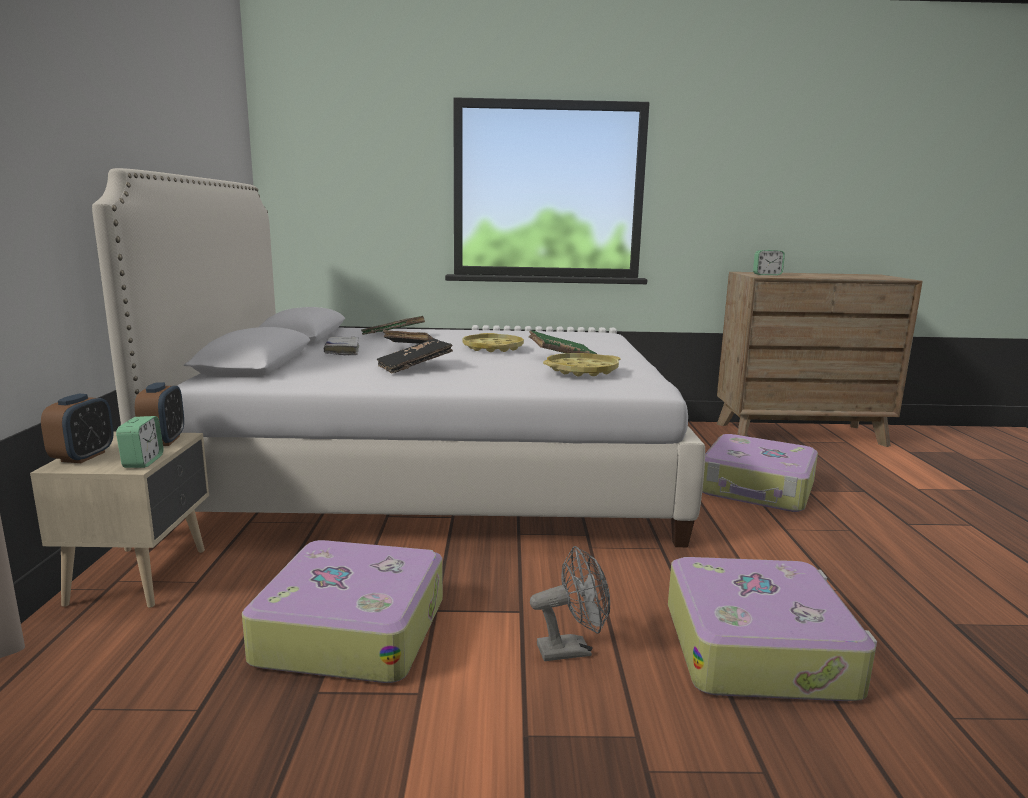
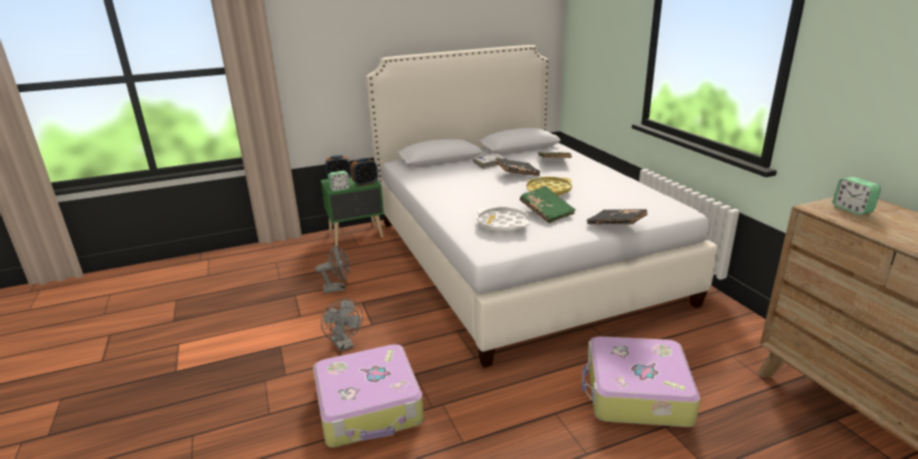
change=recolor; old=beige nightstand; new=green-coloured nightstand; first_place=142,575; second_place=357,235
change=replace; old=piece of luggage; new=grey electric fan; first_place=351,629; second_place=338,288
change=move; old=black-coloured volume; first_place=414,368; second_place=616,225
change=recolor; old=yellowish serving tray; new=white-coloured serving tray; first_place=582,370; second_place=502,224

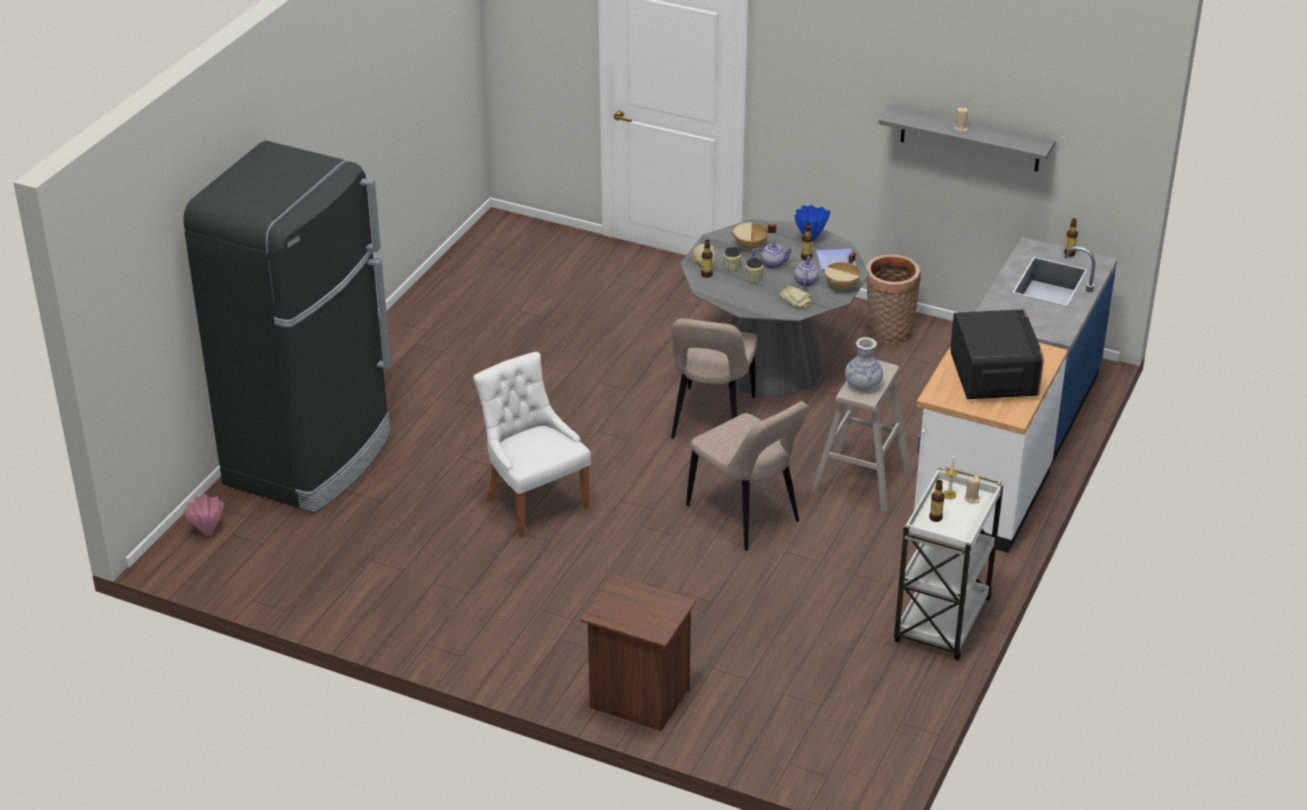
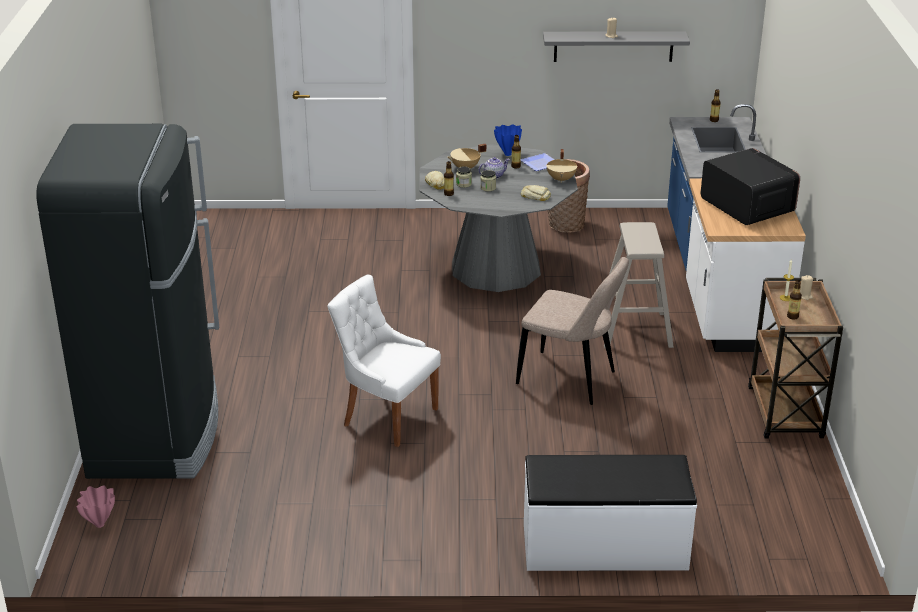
change=replace; old=brown nightstand; new=white-coloured long seat; first_place=638,700; second_place=604,547
change=delete; old=beige upright chair; first_place=711,420
change=delete; old=pot for tea; first_place=805,282
change=delete; old=vase; first_place=863,385
change=recolor; old=white-coloured trolley; new=brown trolley; first_place=942,622; second_place=785,414

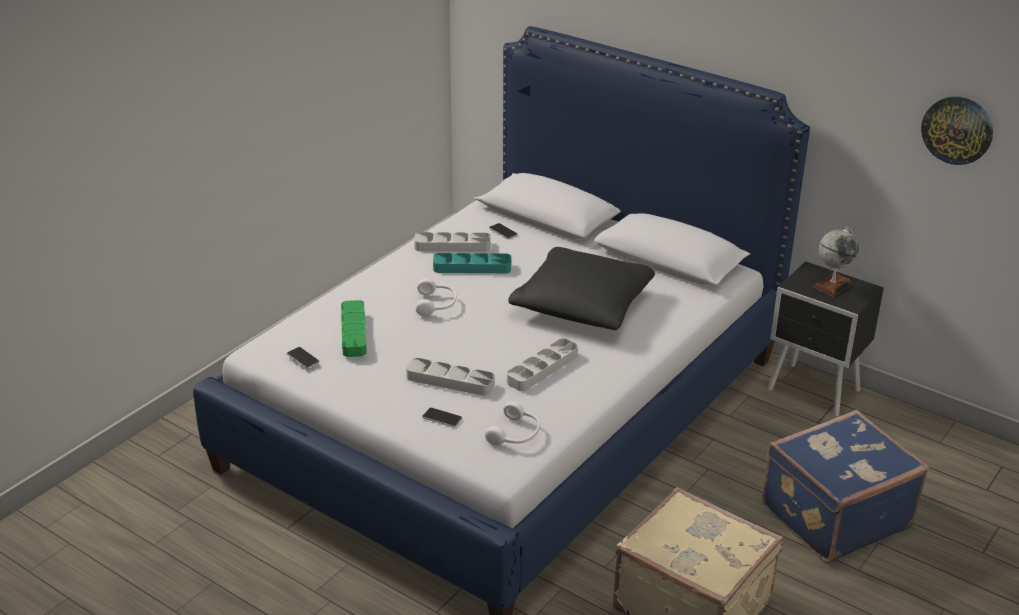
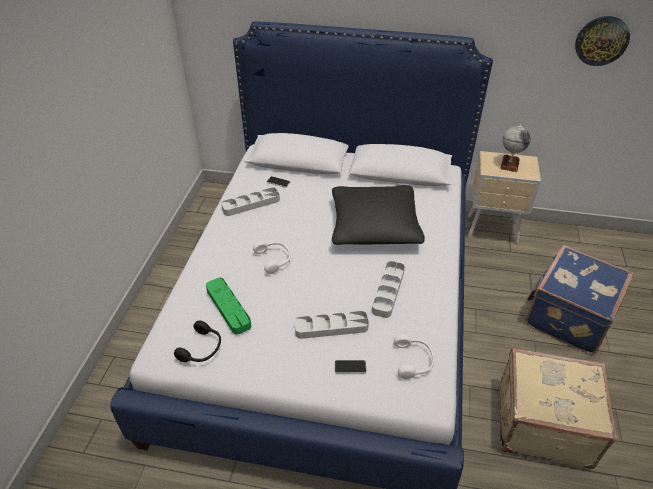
change=replace; old=phone; new=black-coloured pair of headphones; first_place=303,358; second_place=202,349
change=delete; old=turquoise-coloured serving tray; first_place=472,267
change=recolor; old=black-coloured nightstand; new=beige nightstand; first_place=814,392; second_place=493,230

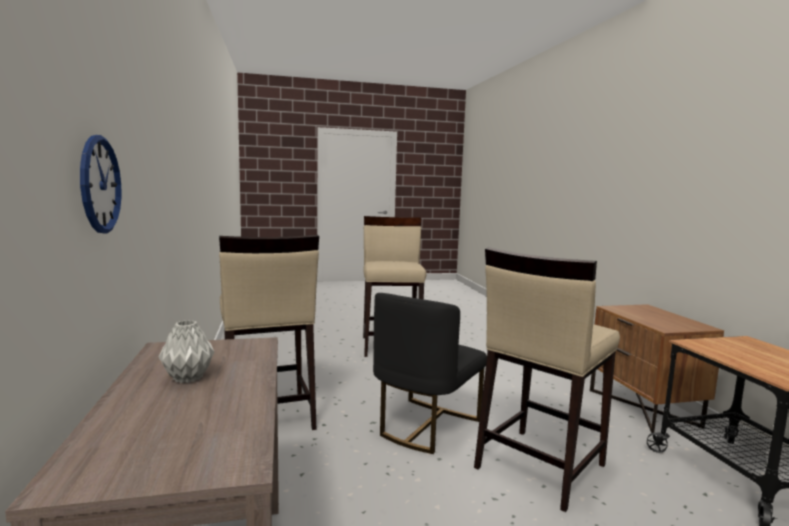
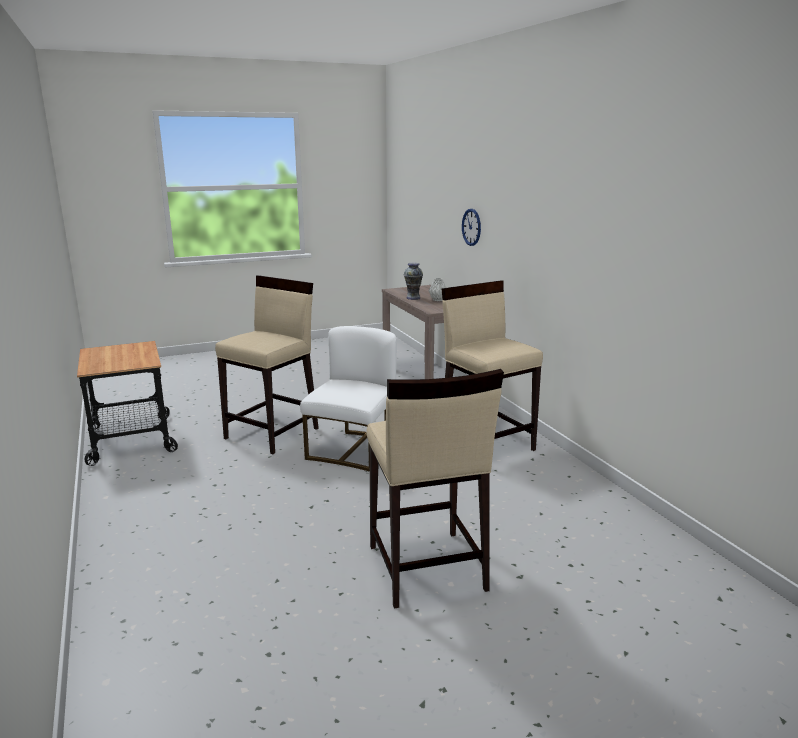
change=recolor; old=black-coloured upright chair; new=white-coloured upright chair; first_place=425,426; second_place=353,450
change=delete; old=brown nightstand; first_place=644,408
change=insert; new=vase; second_place=413,298

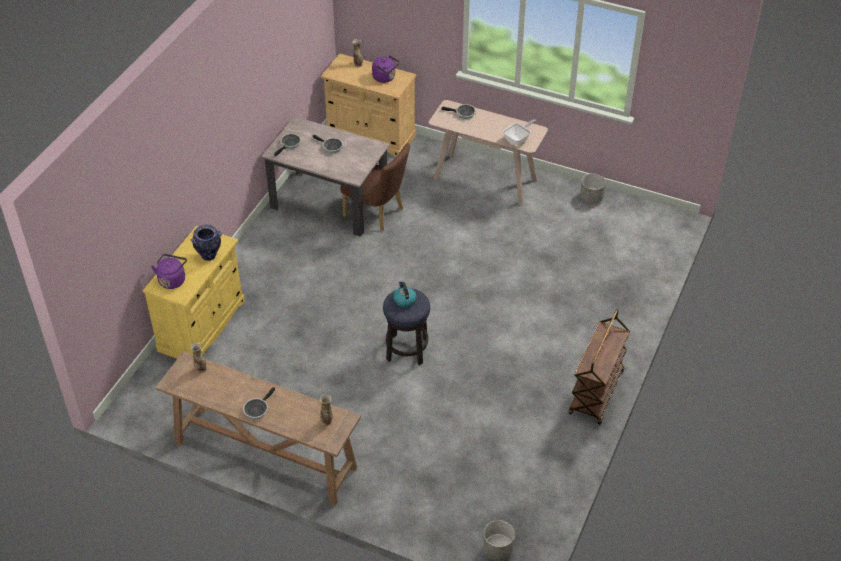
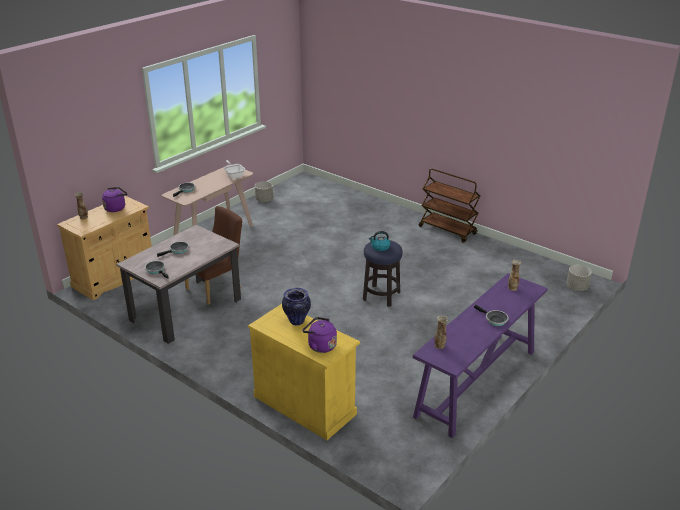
change=recolor; old=brown console table; new=purple console table; first_place=264,455; second_place=476,383

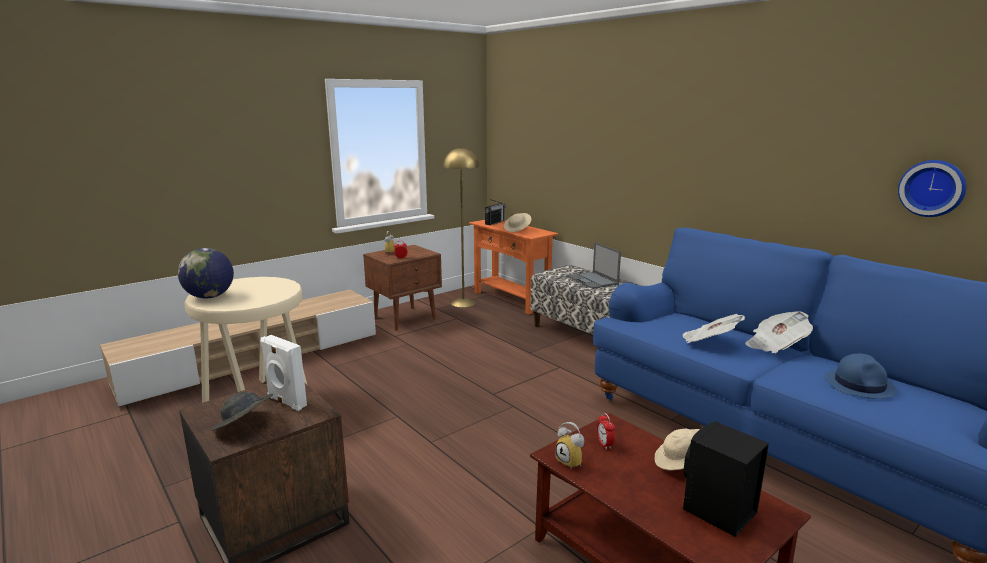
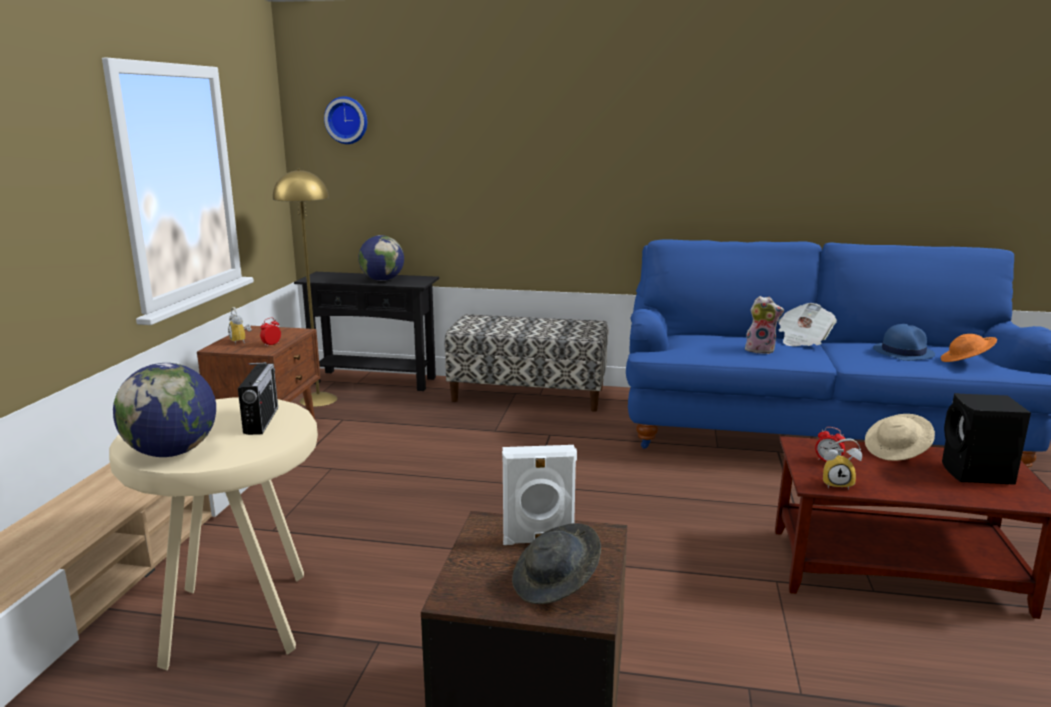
change=recolor; old=orange-coloured console table; new=black-coloured console table; first_place=511,299; second_place=374,380
change=move; old=radio; first_place=494,222; second_place=261,421
change=replace; old=beige hat; new=world globe; first_place=517,229; second_place=382,280
change=delete; old=portable computer; first_place=593,280
change=replace; old=printed paper; new=soft toy; first_place=709,342; second_place=760,350
change=move; old=clock on the wall; first_place=932,188; second_place=347,120
change=insert; new=orange-coloured hat; second_place=966,362

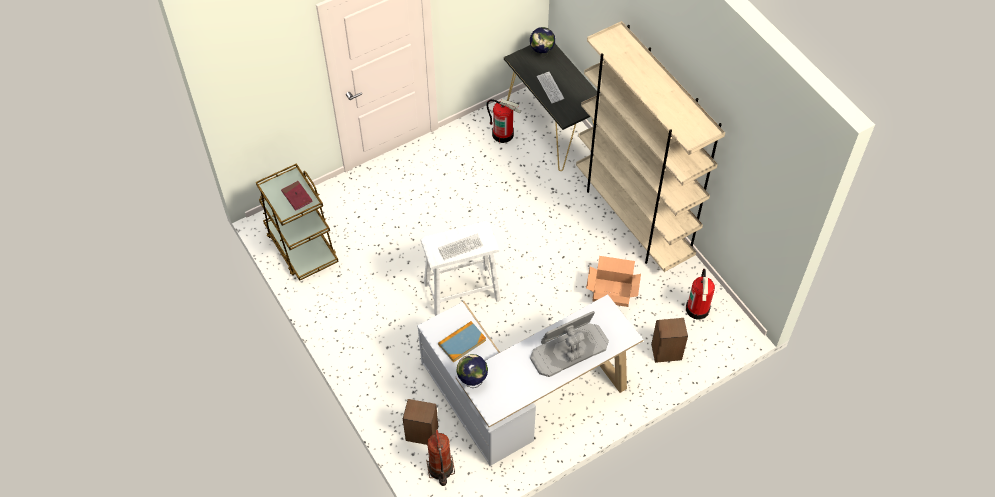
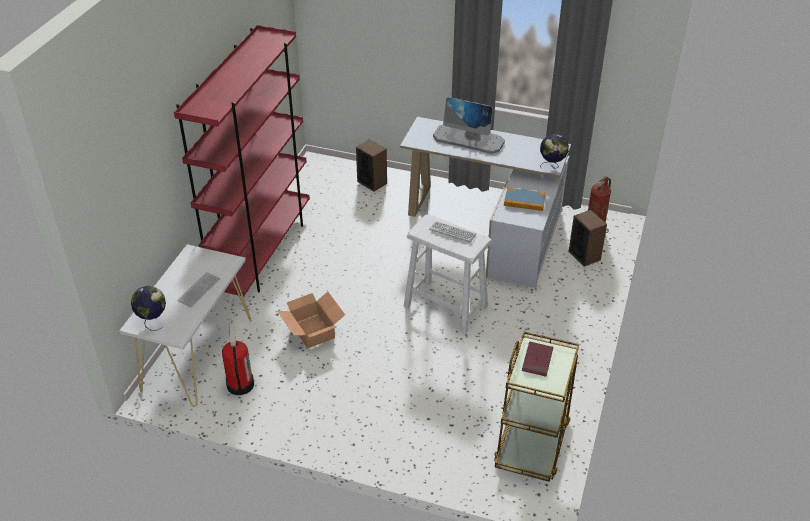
change=recolor; old=black-coloured console table; new=white-coloured console table; first_place=553,127; second_place=198,354
change=recolor; old=beige shelving unit; new=red shelving unit; first_place=633,218; second_place=262,253
change=move; old=cardboard box; first_place=612,293; second_place=313,330
change=delete; old=fire-fighting cylinder; first_place=698,309

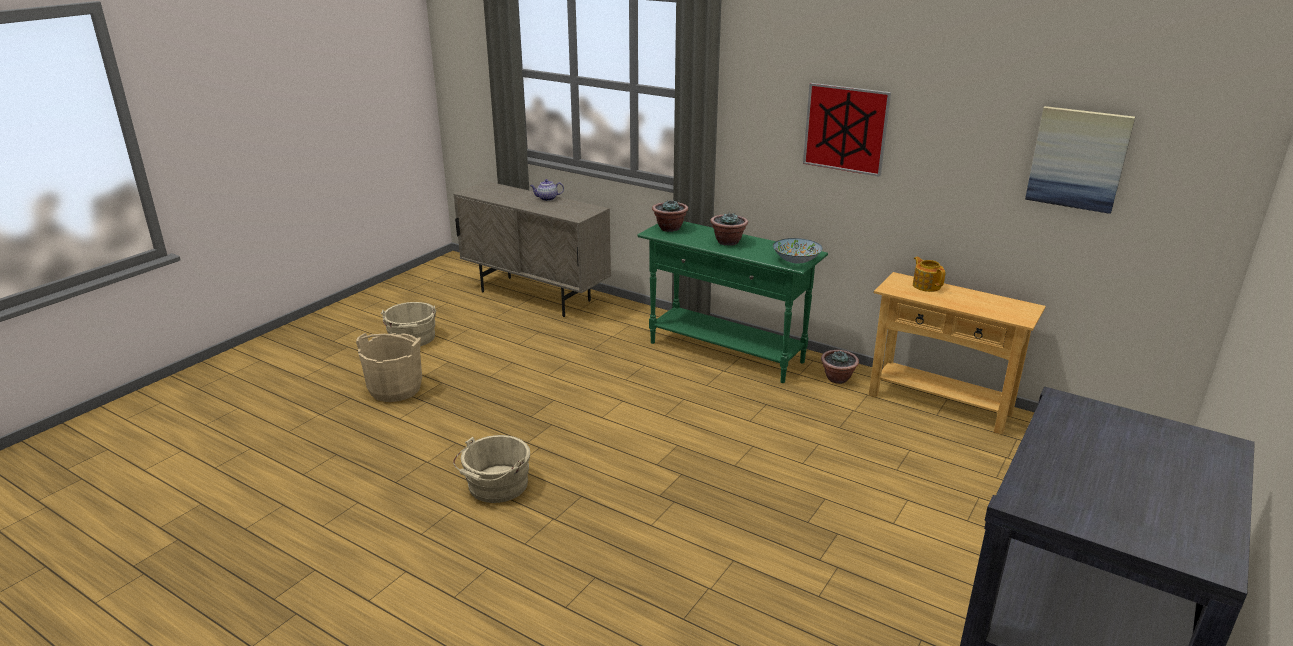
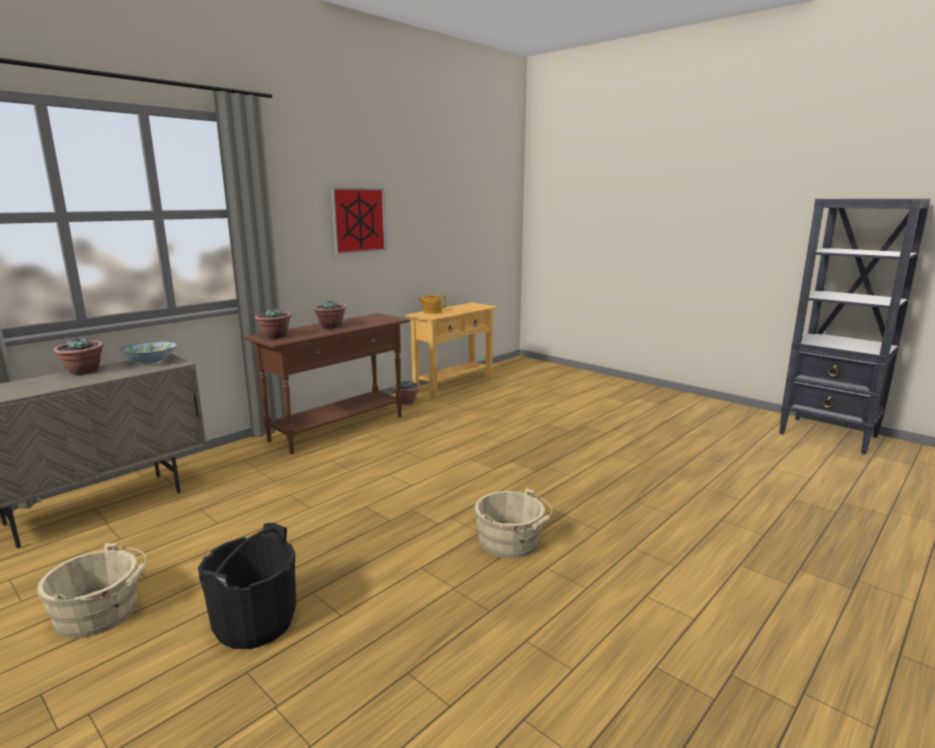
change=recolor; old=beige water bucket; new=black-coloured water bucket; first_place=395,389; second_place=255,623
change=replace; old=pot for tea; new=houseplant; first_place=547,198; second_place=83,372
change=recolor; old=green-coloured console table; new=brown console table; first_place=726,353; second_place=339,428
change=move; old=serving bowl; first_place=796,261; second_place=151,362
change=delete; old=wall art; first_place=1078,159

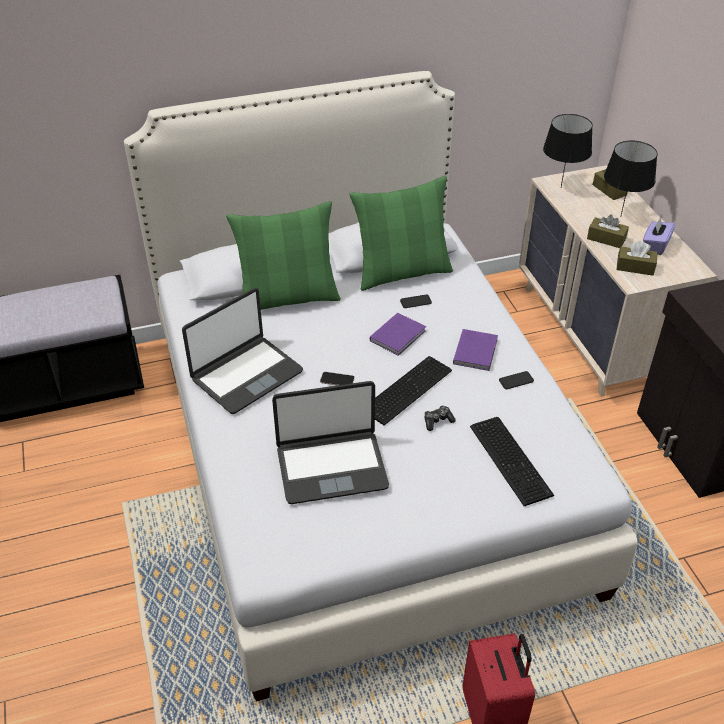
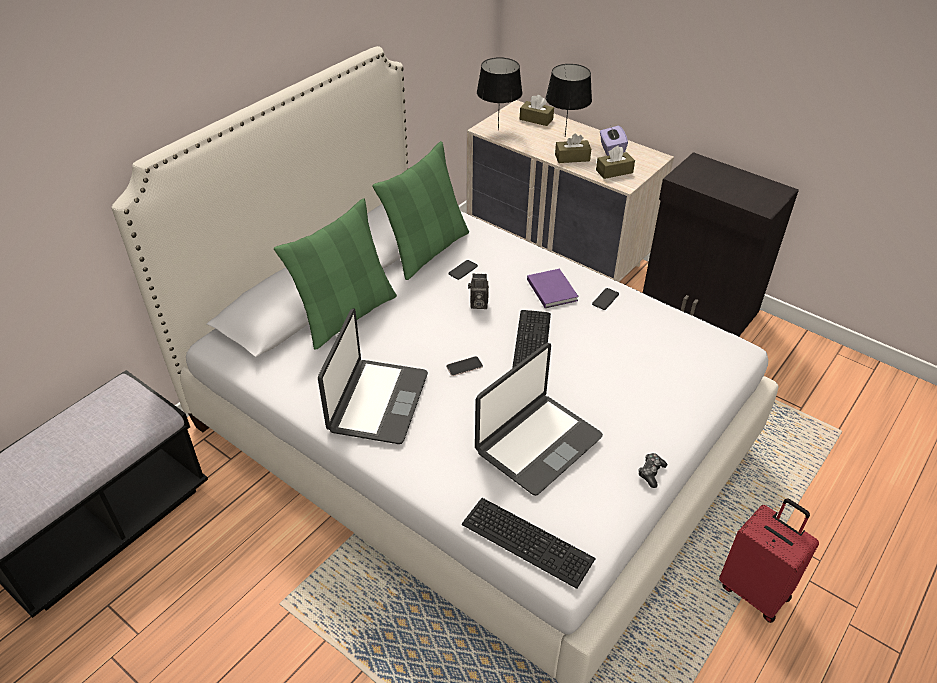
change=replace; old=purple volume; new=still camera; first_place=399,335; second_place=477,304
change=move; old=gamepad; first_place=437,421; second_place=651,473
change=move; old=computer keyboard; first_place=511,458; second_place=527,539

